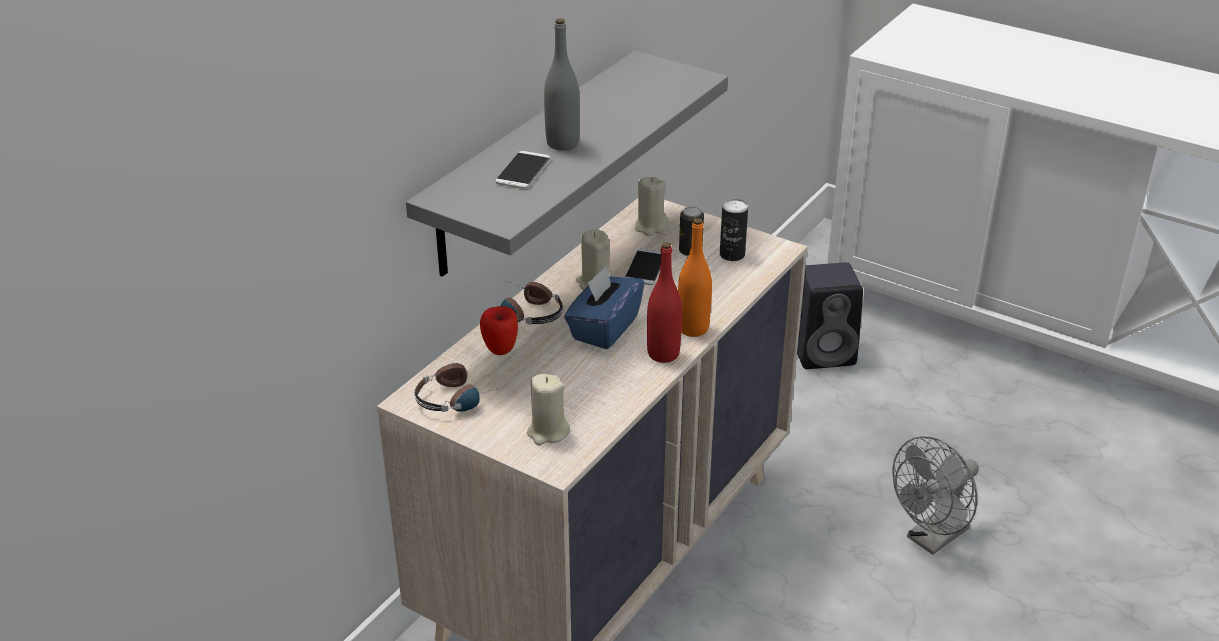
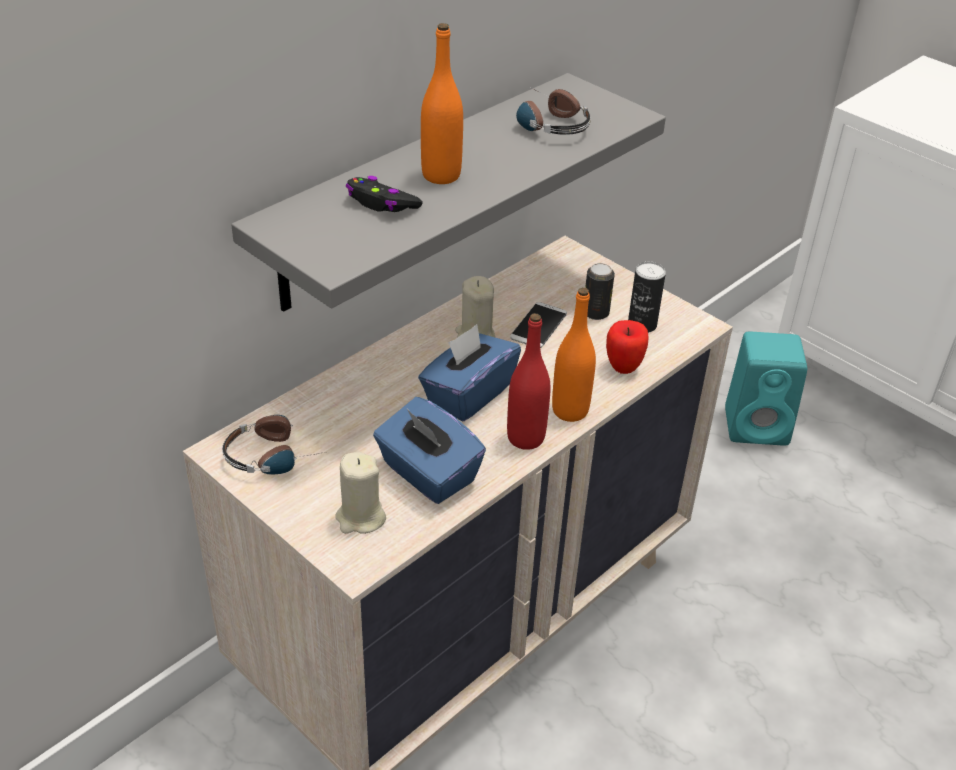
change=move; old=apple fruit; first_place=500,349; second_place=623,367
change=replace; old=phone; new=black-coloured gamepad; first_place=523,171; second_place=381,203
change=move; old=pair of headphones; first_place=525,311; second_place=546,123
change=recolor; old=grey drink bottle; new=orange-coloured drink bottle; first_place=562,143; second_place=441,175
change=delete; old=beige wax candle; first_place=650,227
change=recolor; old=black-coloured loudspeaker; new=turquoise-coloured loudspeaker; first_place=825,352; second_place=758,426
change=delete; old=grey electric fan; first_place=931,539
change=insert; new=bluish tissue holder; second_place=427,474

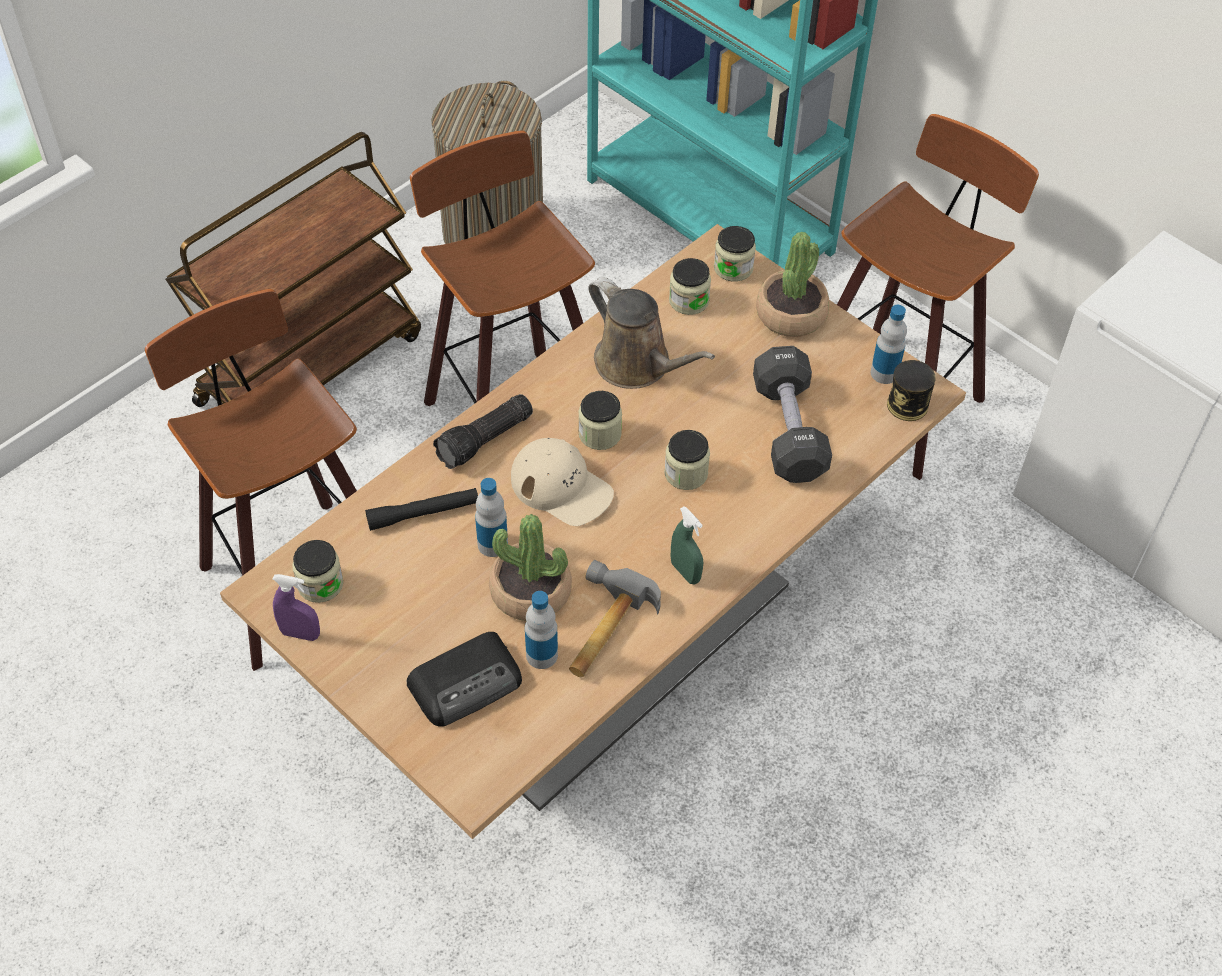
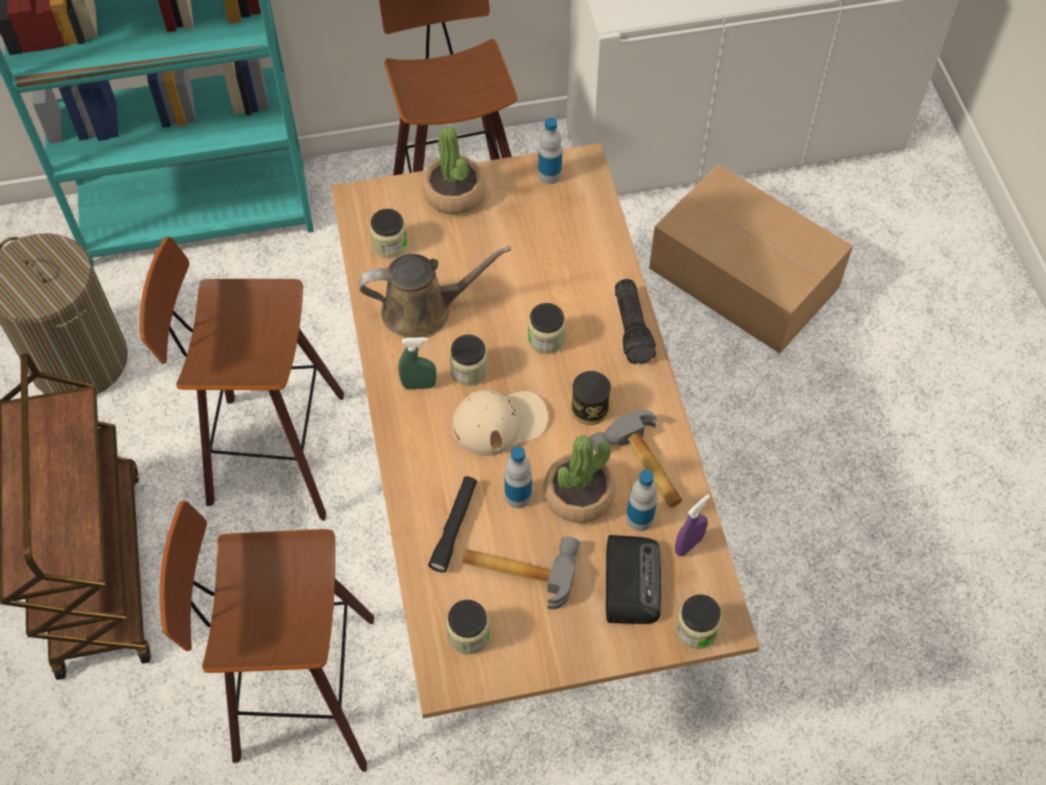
change=move; old=purple hand sprayer; first_place=300,634; second_place=688,545
change=move; old=torch; first_place=485,441; second_place=634,328
change=move; old=green-coloured hand sprayer; first_place=685,572; second_place=419,385
change=move; old=jar; first_place=733,268; second_place=696,629
change=delete; old=black-coloured dumbbell; first_place=788,430
change=move; old=metal can; first_place=907,405; second_place=589,408
change=insert; new=hammer; second_place=519,567
change=insert; new=cardboard box; second_place=745,280

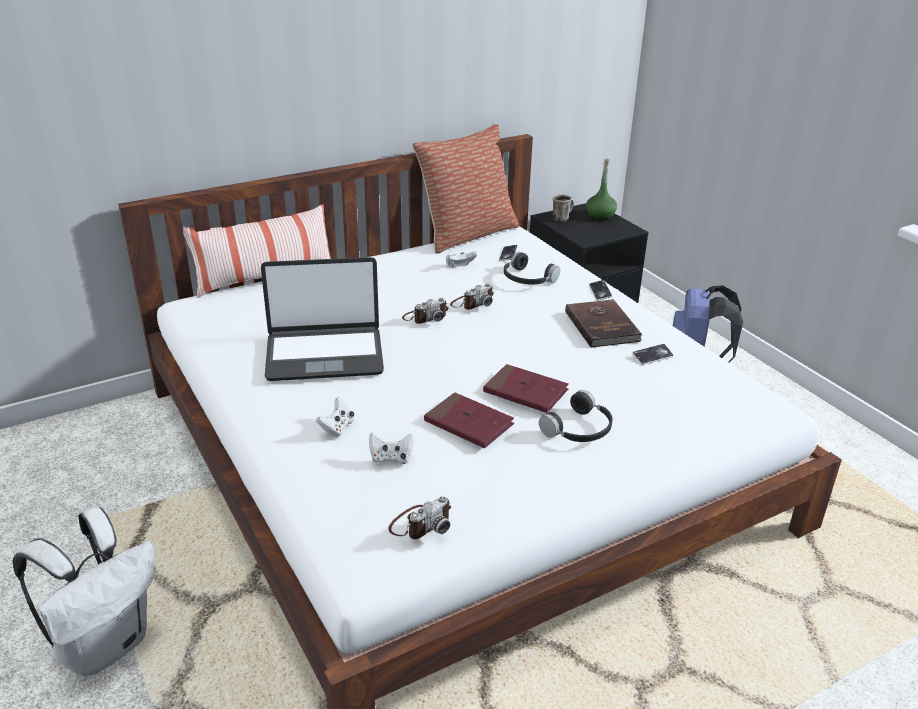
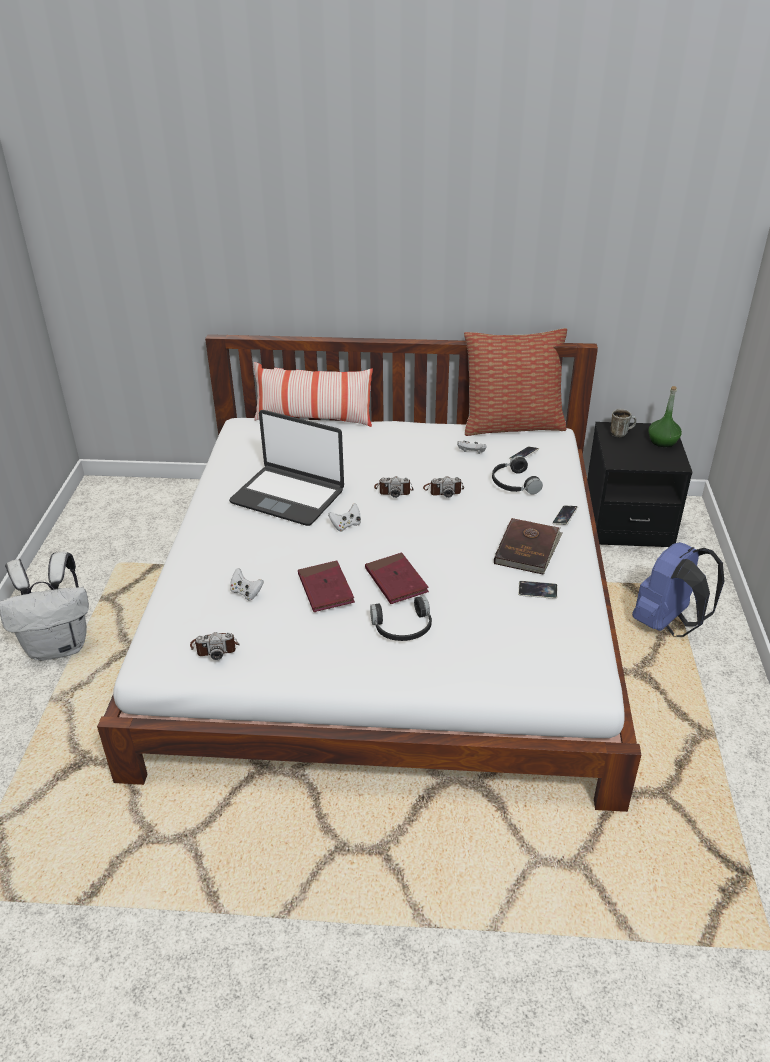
change=move; old=white-coloured gamepad; first_place=337,428; second_place=346,525

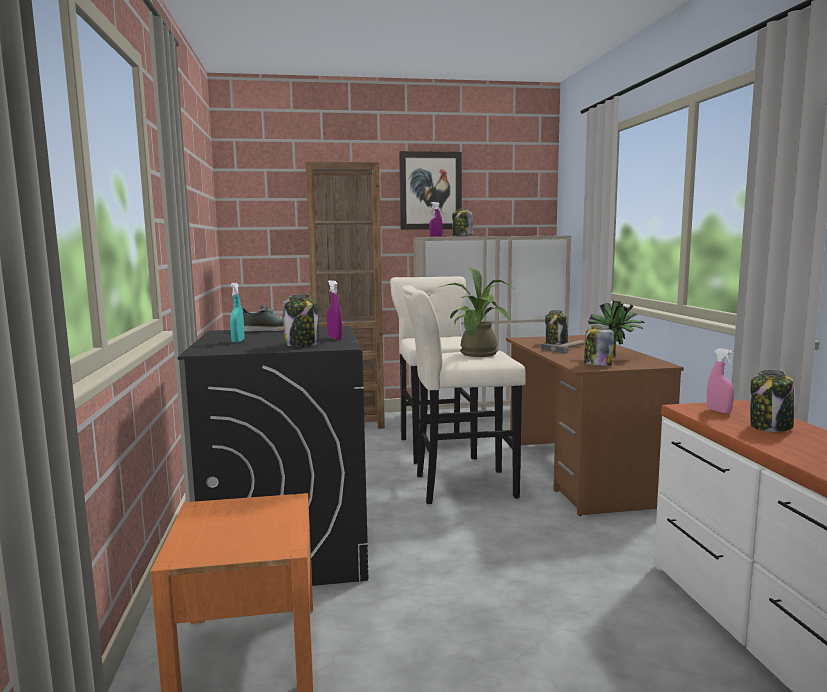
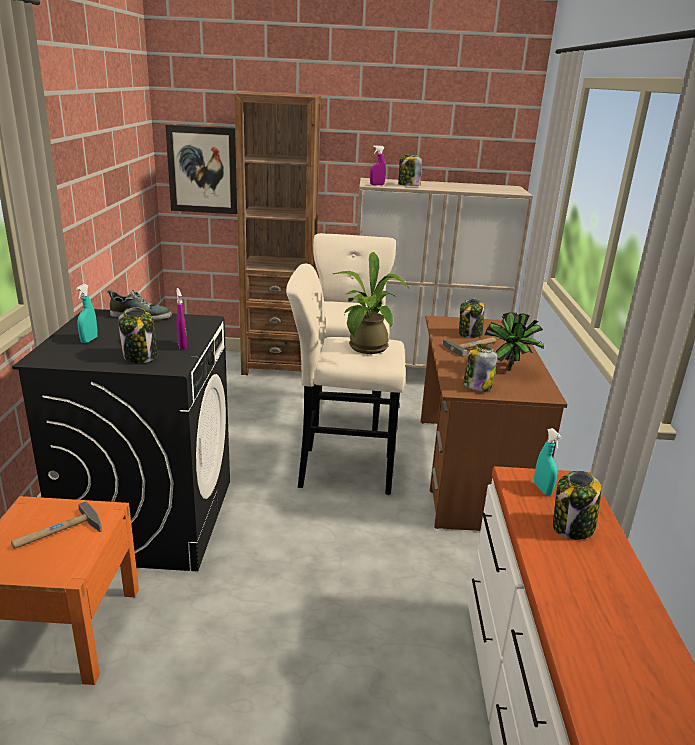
change=move; old=wall art; first_place=430,191; second_place=203,170
change=recolor; old=pink-coloured hand sprayer; new=turquoise-coloured hand sprayer; first_place=718,411; second_place=542,489
change=insert; new=hammer; second_place=57,533

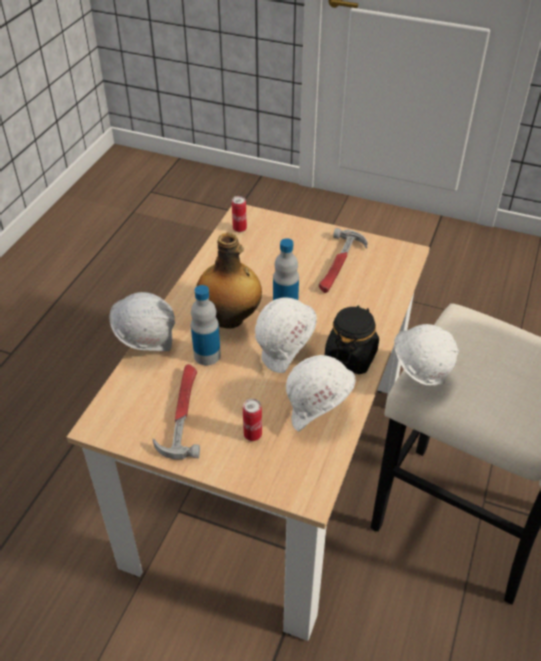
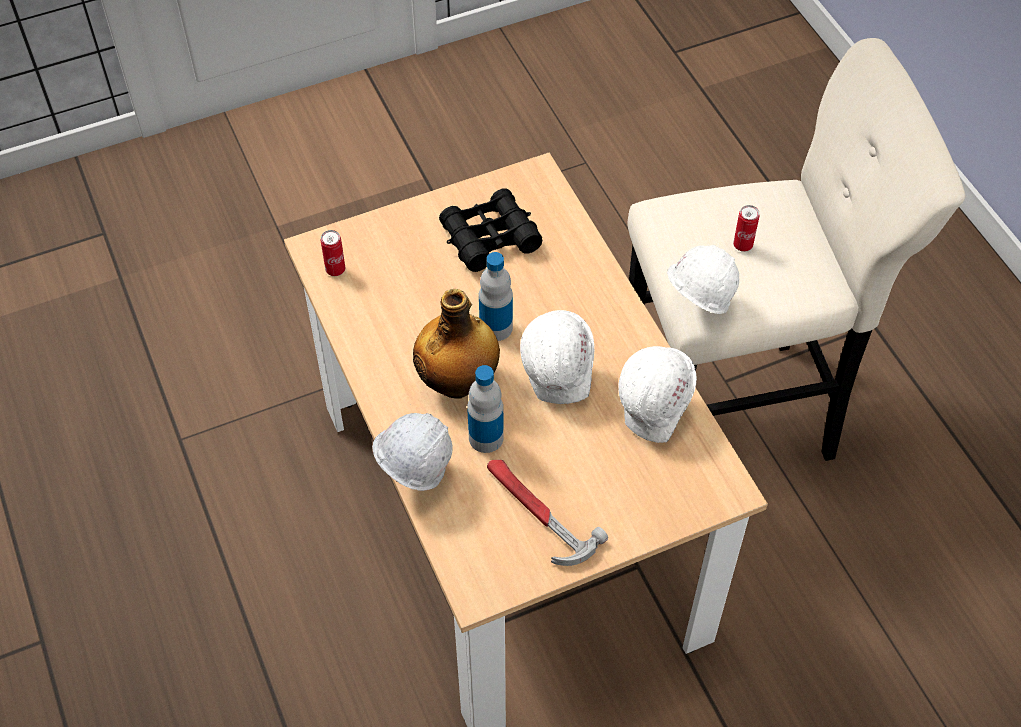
change=move; old=metal can; first_place=252,435; second_place=742,245
change=replace; old=hammer; new=black-coloured pair of binoculars; first_place=339,265; second_place=489,238
change=delete; old=black-coloured jar; first_place=350,356

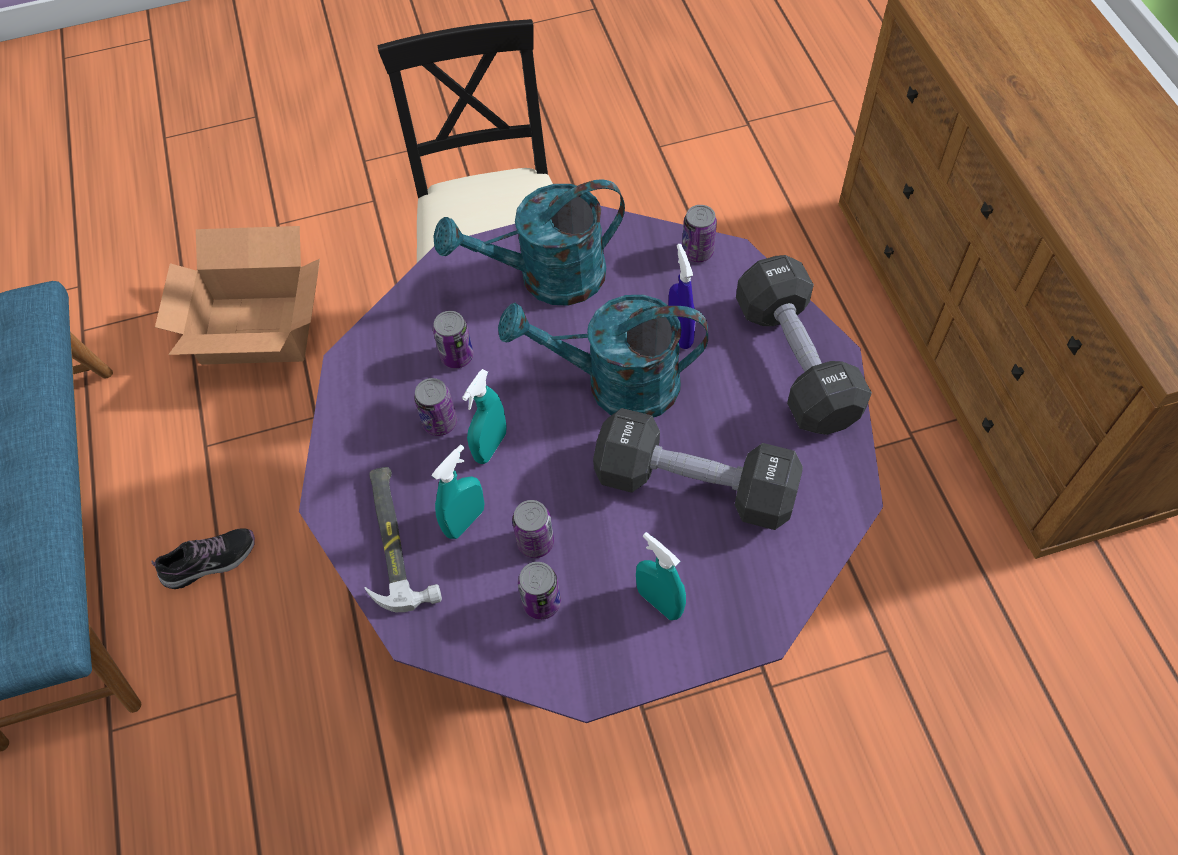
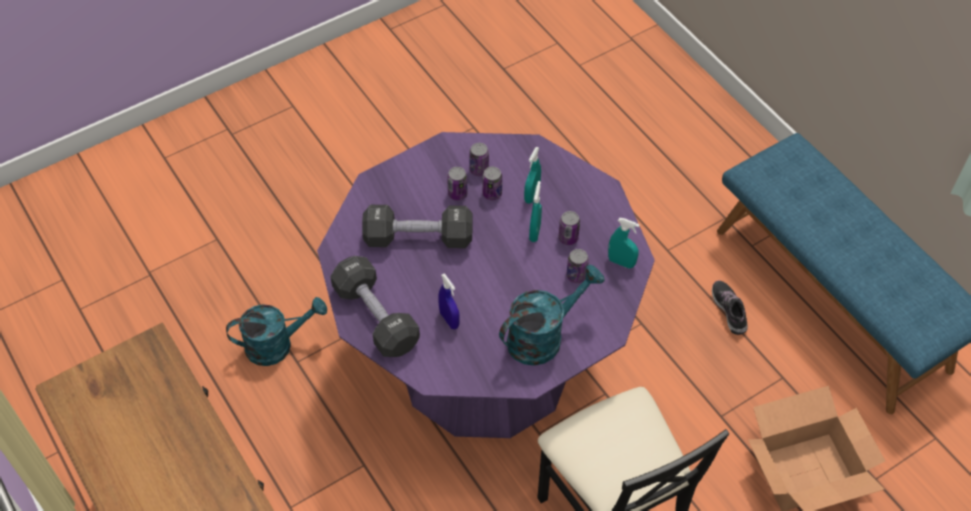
change=rotate; old=shoe; first_place=210,561; second_place=729,310; degrees=120
change=delete; old=hammer; first_place=395,540
change=move; old=turquoise-coloured watering pot; first_place=615,385; second_place=277,344
change=move; old=turquoise-coloured hand sprayer; first_place=659,602; second_place=621,262
change=move; old=metal can; first_place=697,252; second_place=457,194

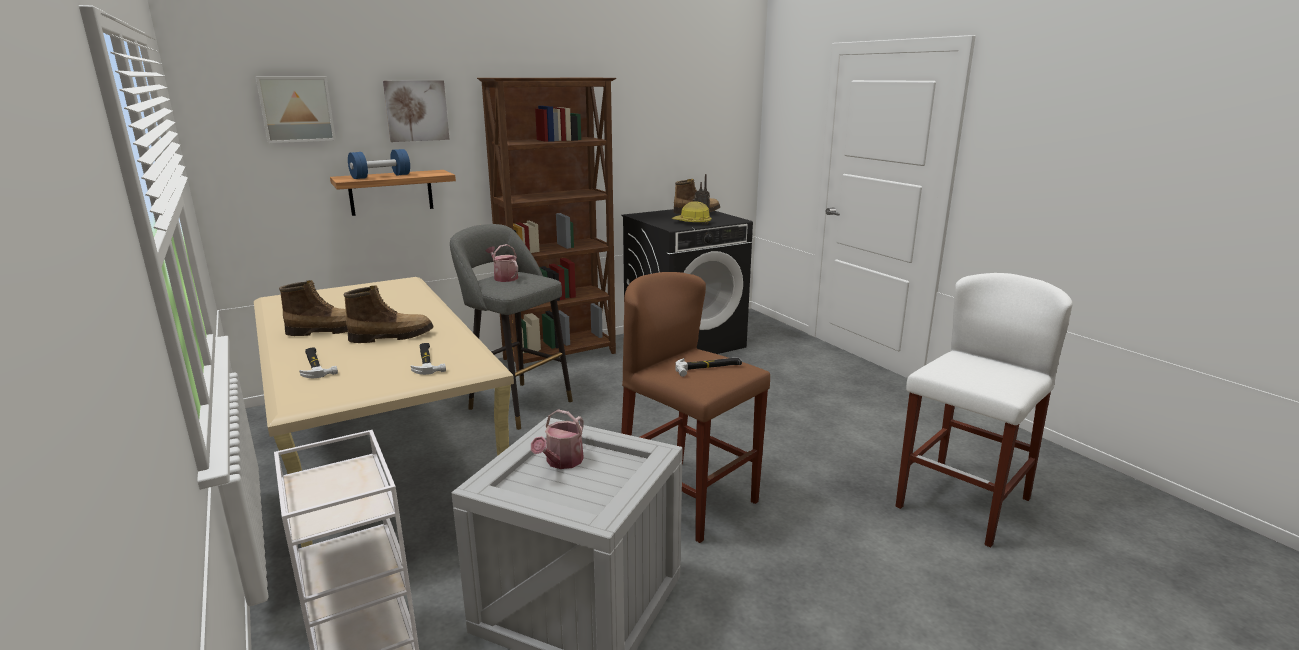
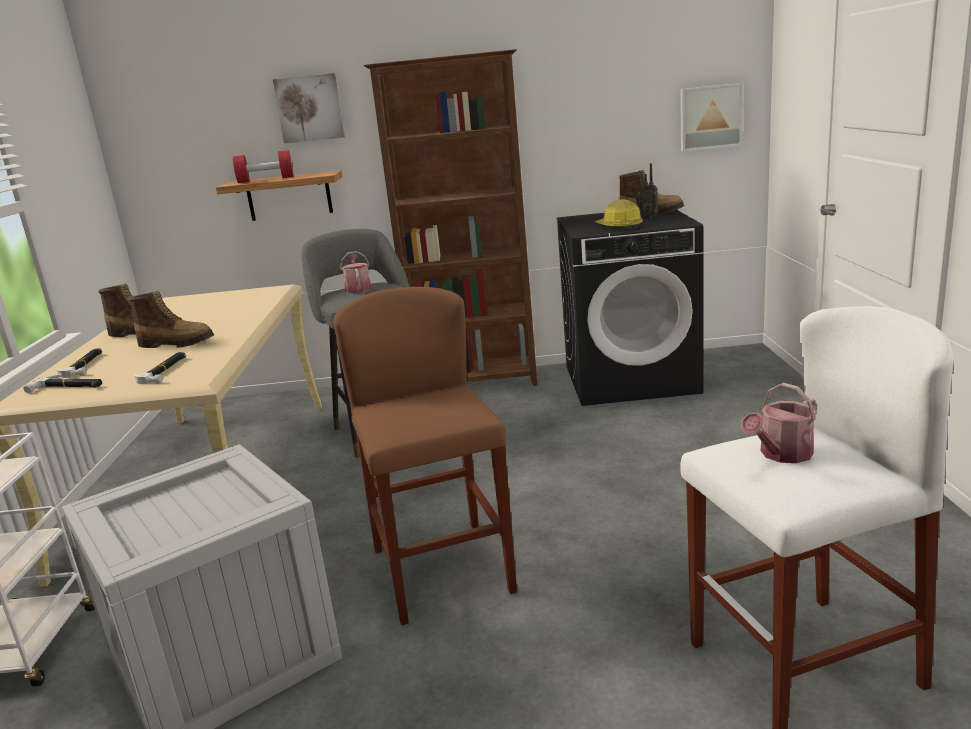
change=move; old=wall art; first_place=296,109; second_place=710,117
change=recolor; old=bluish dumbbell; new=red dumbbell; first_place=381,176; second_place=266,180
change=move; old=watering pot; first_place=561,462; second_place=781,454
change=move; old=hammer; first_place=708,368; second_place=68,387

